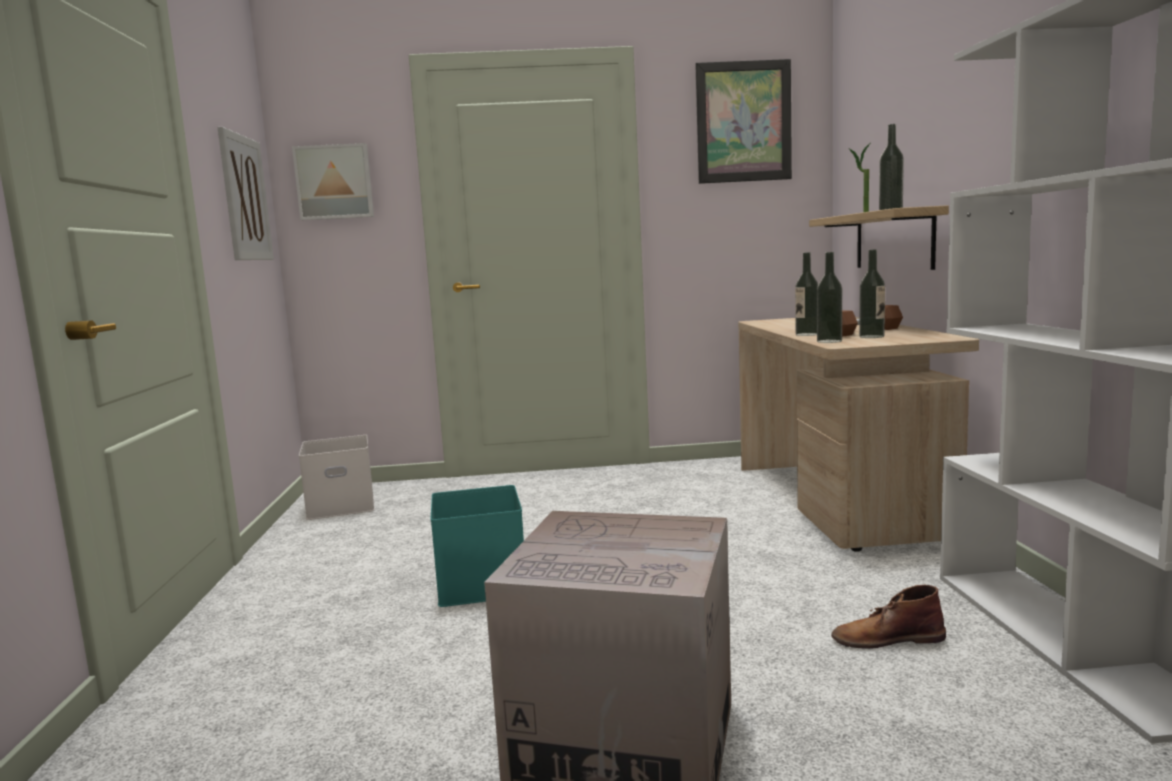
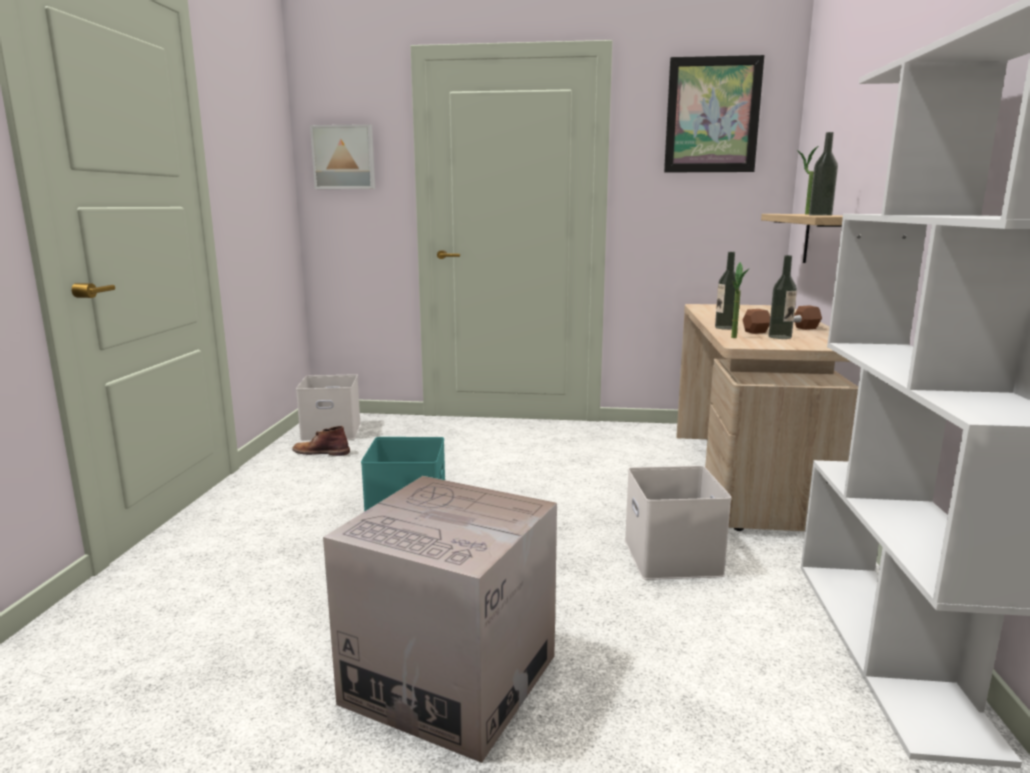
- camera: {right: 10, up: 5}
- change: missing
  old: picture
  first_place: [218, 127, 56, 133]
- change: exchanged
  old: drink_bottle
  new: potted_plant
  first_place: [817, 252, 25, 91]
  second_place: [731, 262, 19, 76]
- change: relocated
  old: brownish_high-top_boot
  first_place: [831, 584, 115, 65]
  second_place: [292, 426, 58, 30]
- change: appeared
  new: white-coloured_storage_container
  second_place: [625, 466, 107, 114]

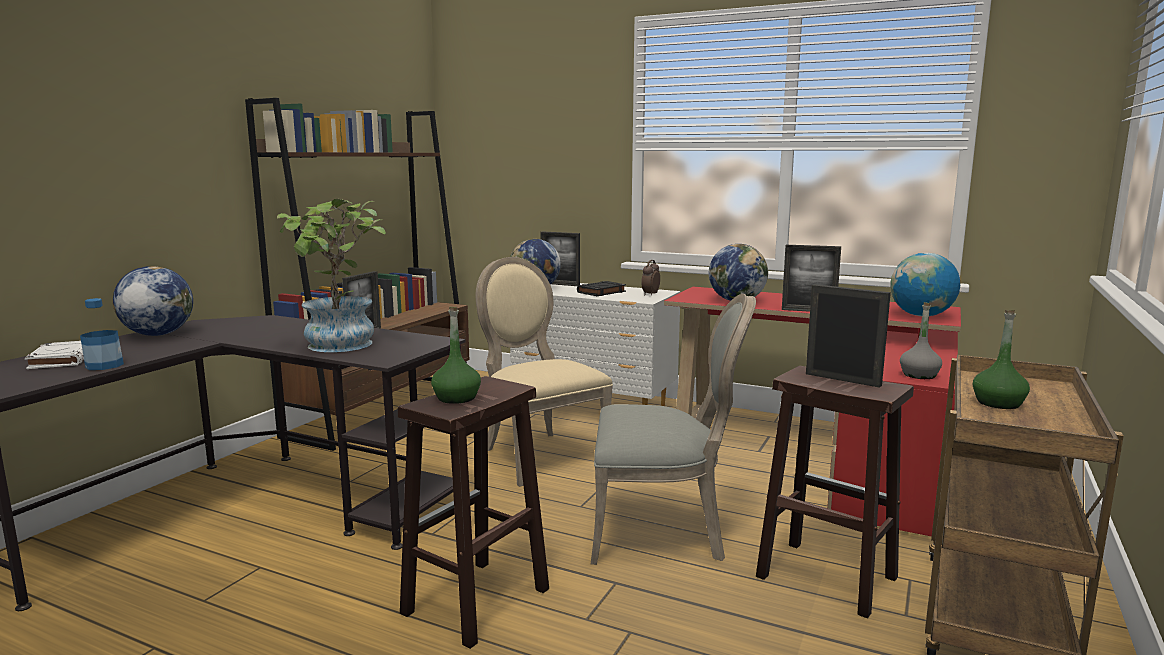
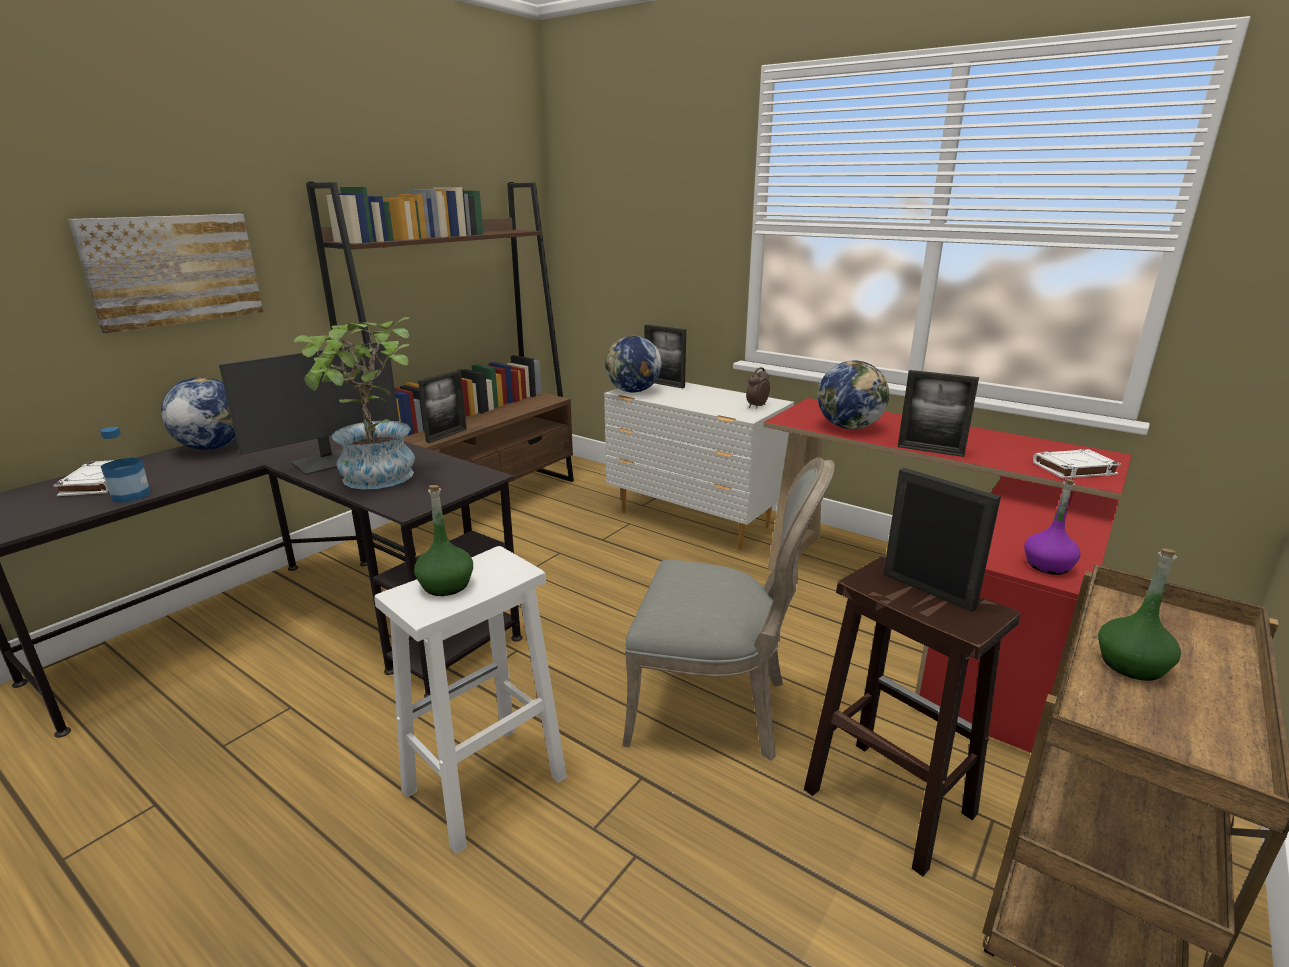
- camera: {right: 10, up: 10}
- change: colour
  old: brownish_stool_seat
  new: white-coloured_stool_seat
  first_place: [398, 376, 151, 273]
  second_place: [374, 546, 193, 309]
- change: missing
  old: beige-coloured_upright_chair
  first_place: [475, 257, 138, 230]
- change: missing
  old: black-coloured_volume
  first_place: [577, 281, 49, 15]
- change: exchanged
  old: world_globe
  new: white-coloured_volume
  first_place: [890, 253, 70, 63]
  second_place: [1033, 449, 88, 29]
- change: colour
  old: greyish_drink_bottle
  new: purple-coloured_drink_bottle
  first_place: [900, 302, 42, 77]
  second_place: [1024, 478, 57, 97]
- change: appeared
  new: picture
  second_place: [68, 214, 195, 120]
- change: appeared
  new: computer_screen
  second_place: [219, 341, 180, 134]

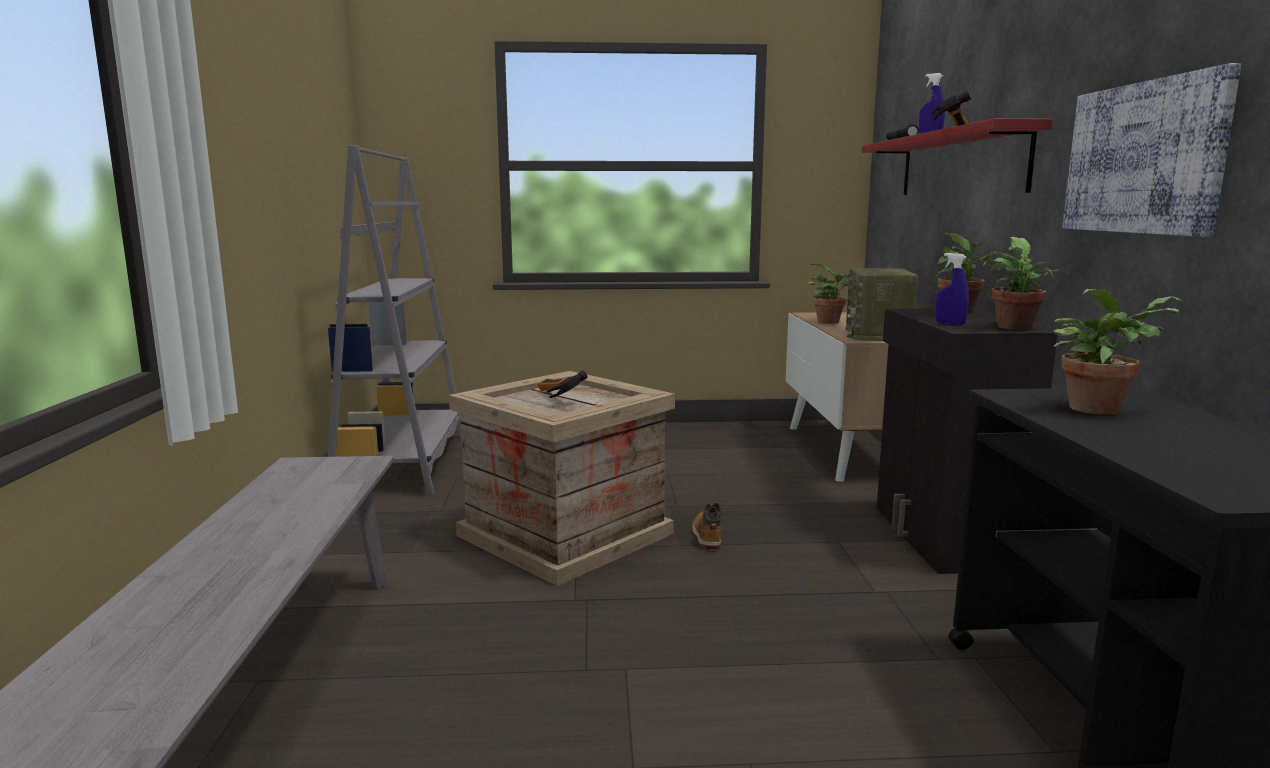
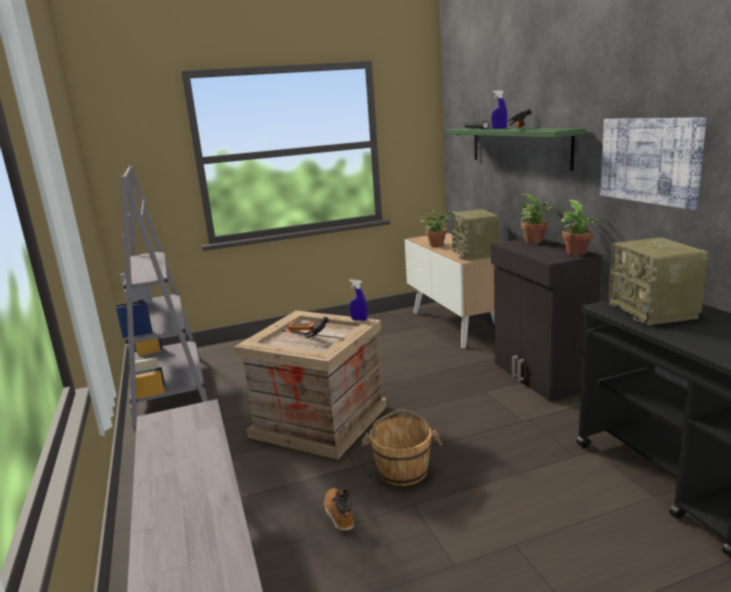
- camera: {right: -15, up: 5}
- change: relocated
  old: high-top_boot
  first_place: [692, 503, 30, 46]
  second_place: [325, 488, 29, 45]
- change: colour
  old: red-coloured_wall_shelf
  new: greenish_wall_shelf
  first_place: [862, 118, 191, 77]
  second_place: [446, 128, 139, 42]
- change: relocated
  old: blue_spray_bottle
  first_place: [936, 253, 33, 73]
  second_place: [349, 280, 18, 41]
- change: exchanged
  old: potted_plant
  new: radio_set
  first_place: [1054, 289, 128, 126]
  second_place: [608, 237, 101, 88]
- change: appeared
  new: brownish_water_bucket
  second_place: [361, 409, 82, 77]

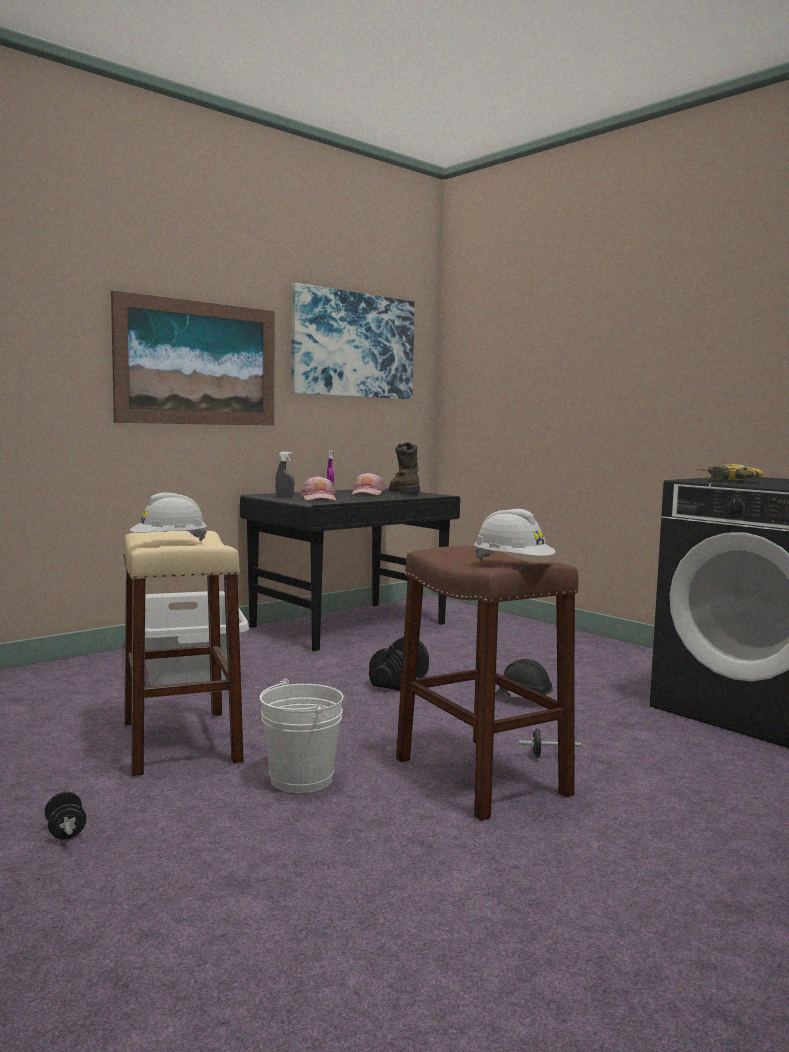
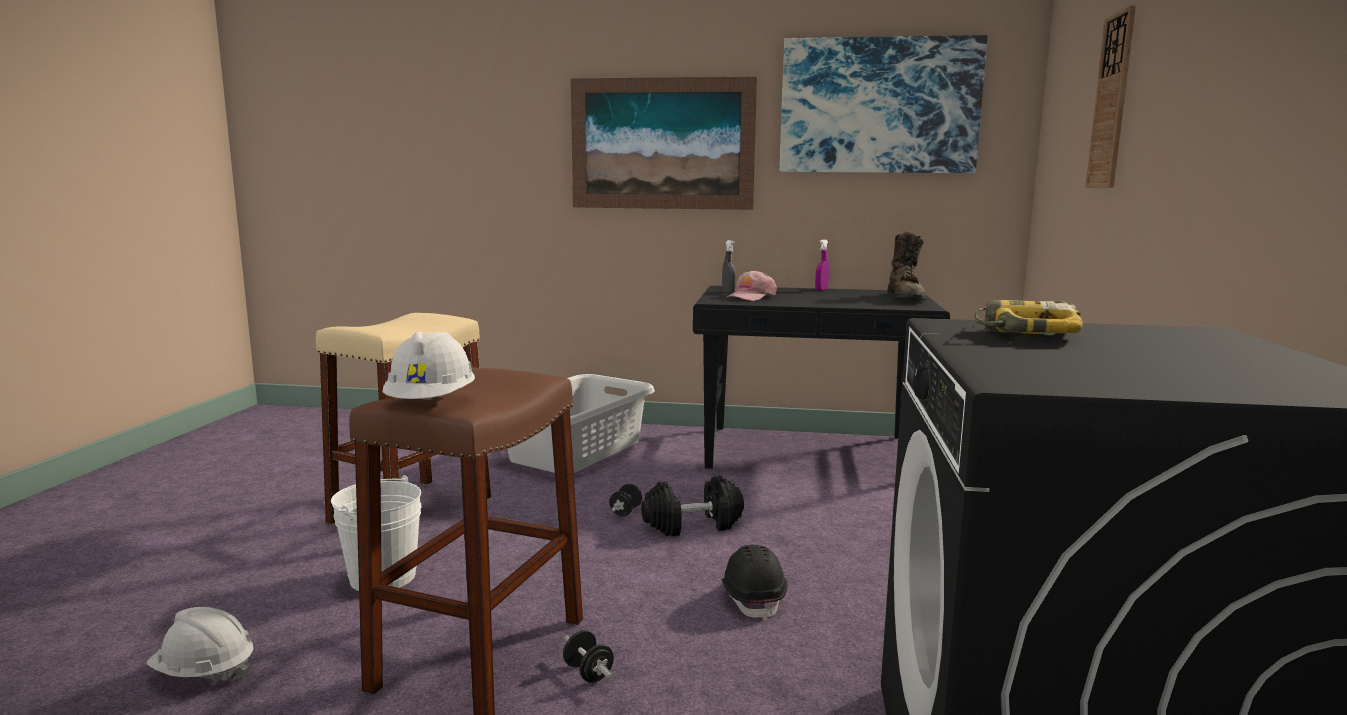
- camera: {right: 50, up: 5}
- change: relocated
  old: black-coloured_dumbbell
  first_place: [45, 792, 41, 47]
  second_place: [609, 484, 33, 32]
- change: relocated
  old: white-coloured_work_helmet
  first_place: [130, 492, 77, 49]
  second_place: [147, 607, 106, 73]
- change: missing
  old: pink_peaked_cap
  first_place: [352, 472, 34, 23]
- change: spun
  old: brownish_high-top_boot
  first_place: [389, 442, 31, 52]
  second_place: [887, 232, 39, 69]
  degrees: 150
- change: appeared
  new: wall_clock
  second_place: [1086, 5, 50, 183]

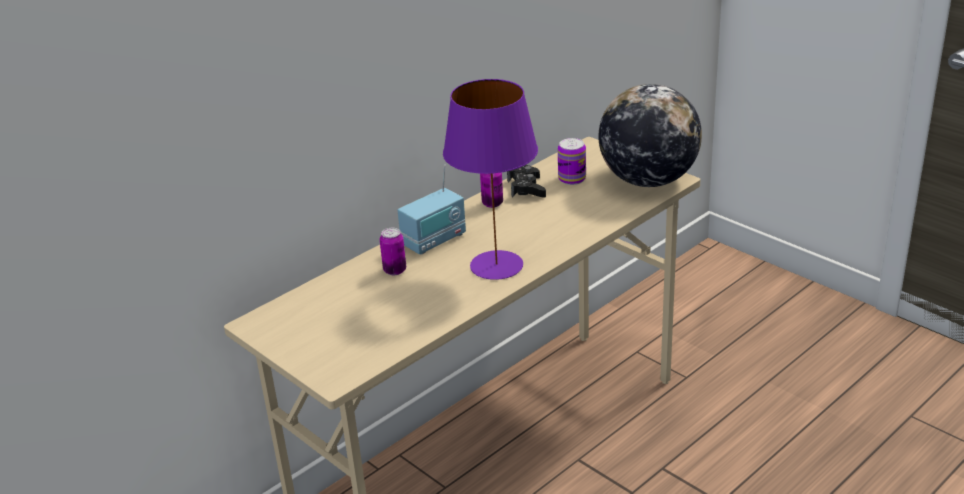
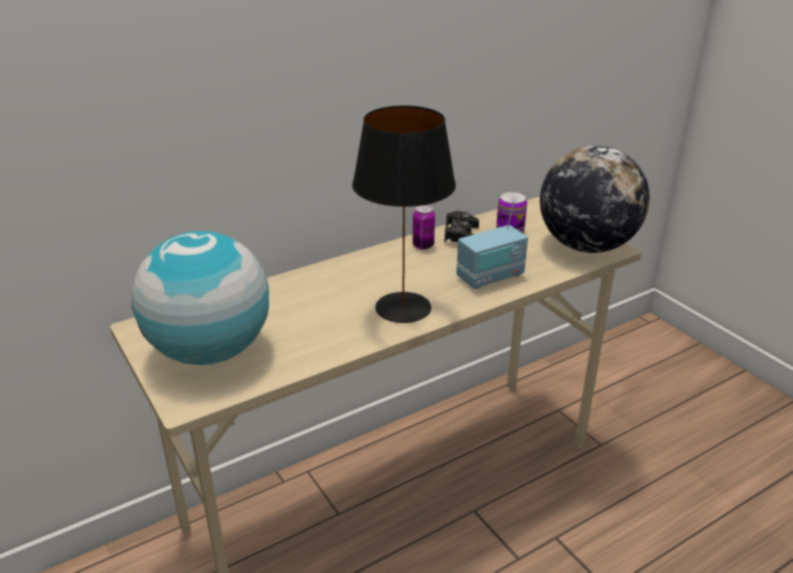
- camera: {right: 10, up: 0}
- change: missing
  old: metal_can
  first_place: [380, 228, 26, 47]
- change: relocated
  old: radio_set
  first_place: [398, 165, 68, 90]
  second_place: [456, 201, 72, 88]
- change: colour
  old: purple-coloured_table_lamp
  new: black-coloured_table_lamp
  first_place: [443, 79, 95, 201]
  second_place: [352, 105, 104, 218]
- change: appeared
  new: world_globe
  second_place: [131, 231, 138, 134]

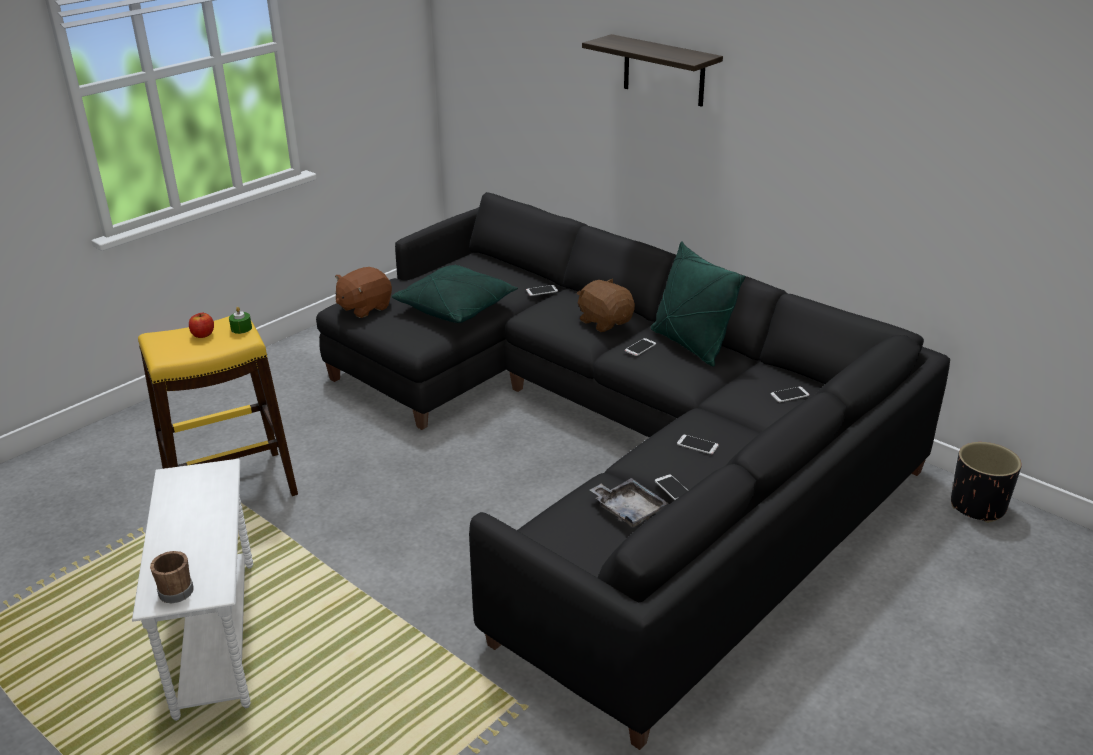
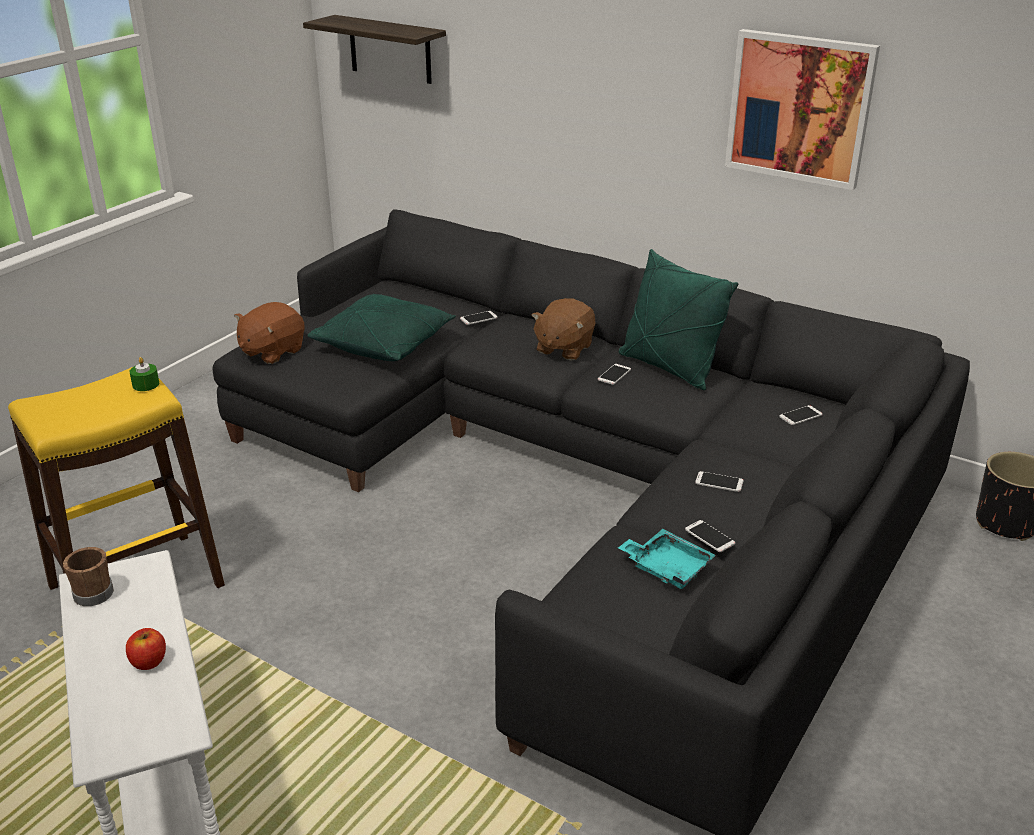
- camera: {right: -10, up: 0}
- change: relocated
  old: brownish_coffee_mug
  first_place: [150, 551, 44, 52]
  second_place: [63, 547, 51, 59]
- change: relocated
  old: apple
  first_place: [189, 313, 25, 25]
  second_place: [126, 628, 40, 42]
- change: spun
  old: brownish_cuddly_toy
  first_place: [576, 278, 59, 54]
  second_place: [532, 298, 63, 63]
  degrees: -105
- change: relocated
  old: wall_shelf
  first_place: [582, 34, 141, 73]
  second_place: [303, 15, 143, 69]
- change: colour
  old: greyish_serving_tray
  new: blue-green_serving_tray
  first_place: [590, 478, 78, 49]
  second_place: [618, 529, 98, 60]
- change: appeared
  new: picture
  second_place: [725, 29, 155, 161]

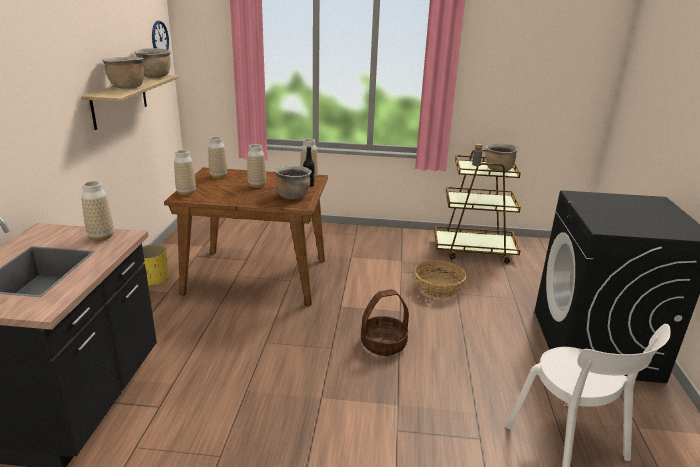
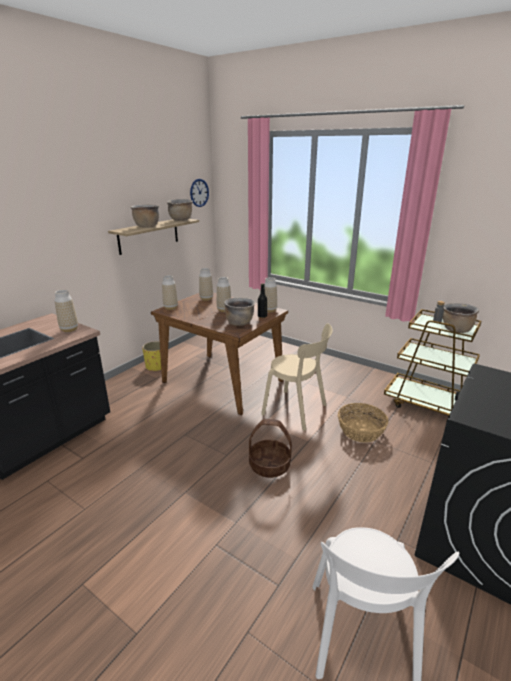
- camera: {right: 30, up: 0}
- change: appeared
  new: beige-coloured_upright_chair
  second_place: [261, 323, 72, 108]

